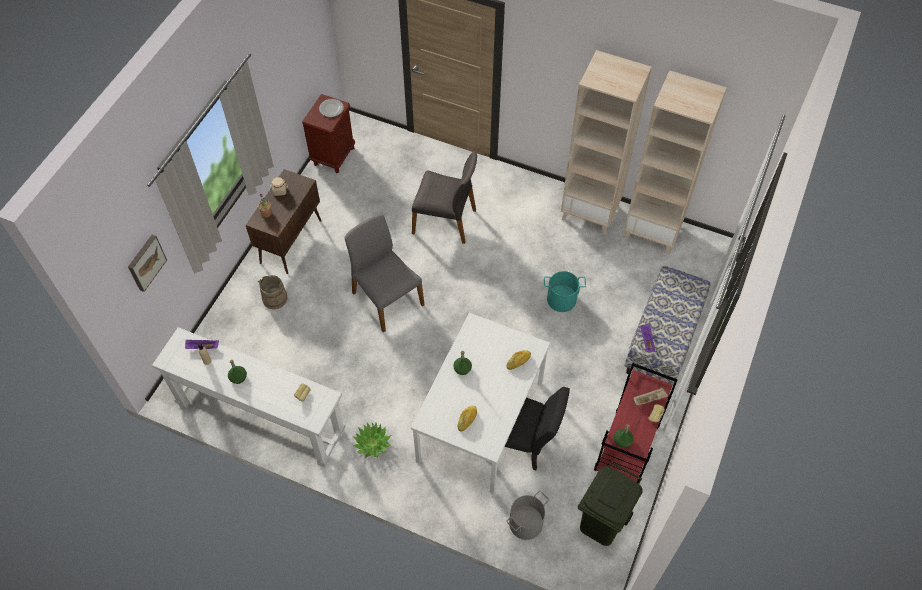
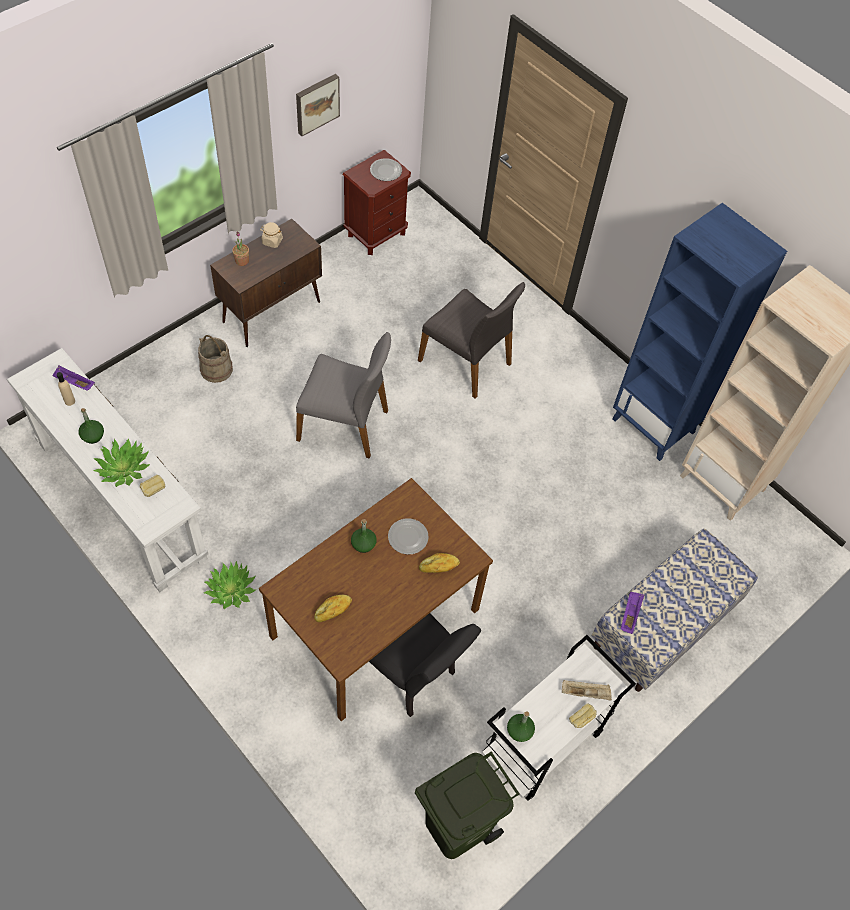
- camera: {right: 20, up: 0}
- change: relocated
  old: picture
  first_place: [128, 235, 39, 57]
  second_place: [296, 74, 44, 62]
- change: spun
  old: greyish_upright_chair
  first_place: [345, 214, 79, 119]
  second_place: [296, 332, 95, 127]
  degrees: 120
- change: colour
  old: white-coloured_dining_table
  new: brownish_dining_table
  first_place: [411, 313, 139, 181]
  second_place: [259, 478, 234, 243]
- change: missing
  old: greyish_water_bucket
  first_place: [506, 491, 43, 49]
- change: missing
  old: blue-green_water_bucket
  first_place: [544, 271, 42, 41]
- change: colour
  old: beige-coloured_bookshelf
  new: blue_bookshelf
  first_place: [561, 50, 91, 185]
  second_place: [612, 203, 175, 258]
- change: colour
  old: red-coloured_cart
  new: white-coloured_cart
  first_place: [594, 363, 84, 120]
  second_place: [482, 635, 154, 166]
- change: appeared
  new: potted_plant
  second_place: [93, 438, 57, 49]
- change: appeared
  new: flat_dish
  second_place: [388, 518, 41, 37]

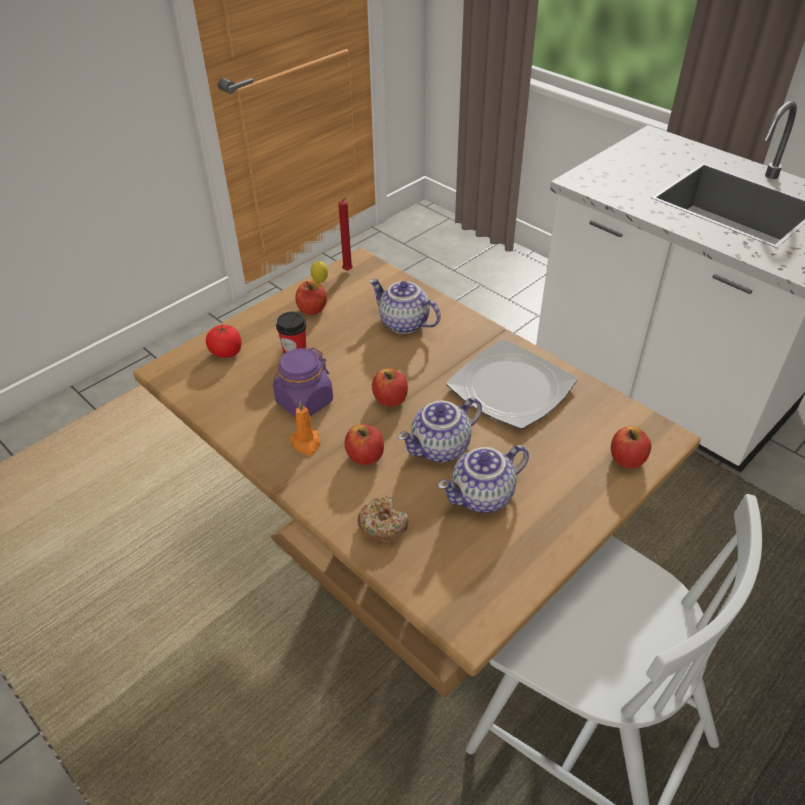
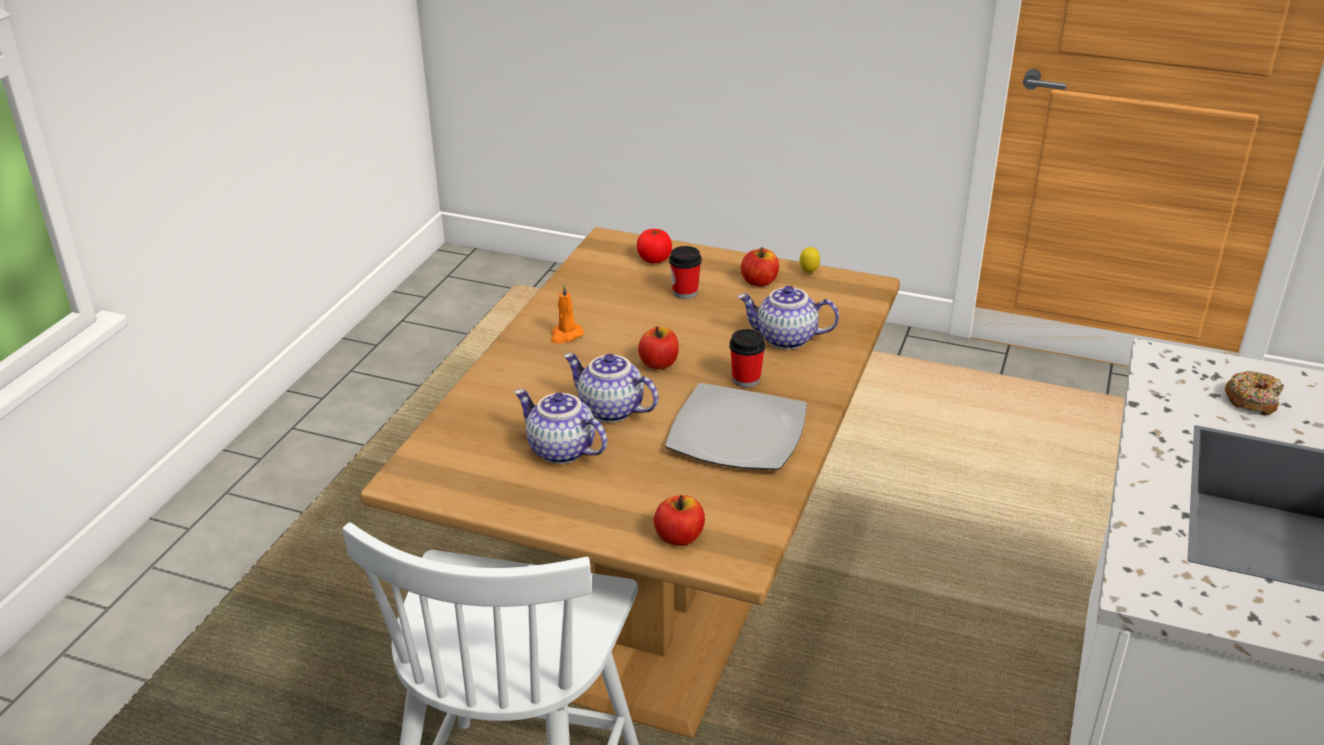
- camera: {right: 65, up: -10}
- change: missing
  old: purple-coloured_jar
  first_place: [272, 347, 61, 70]
- change: missing
  old: red-coloured_candle
  first_place: [338, 198, 15, 73]
- change: missing
  old: apple
  first_place: [344, 424, 40, 41]
- change: relocated
  old: donut
  first_place: [358, 496, 50, 48]
  second_place: [1224, 371, 60, 44]
- change: spun
  old: tea_pot
  first_place: [369, 279, 72, 55]
  second_place: [737, 286, 102, 64]
  degrees: -90
- change: appeared
  new: cup
  second_place: [729, 329, 37, 59]

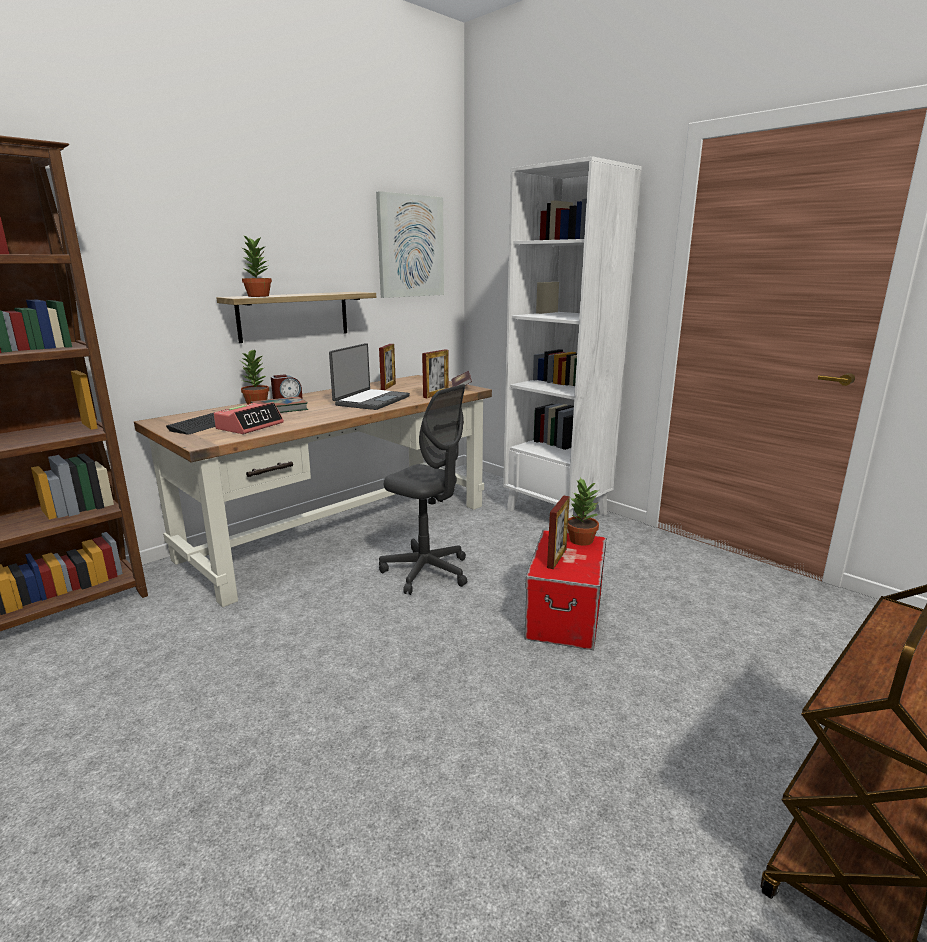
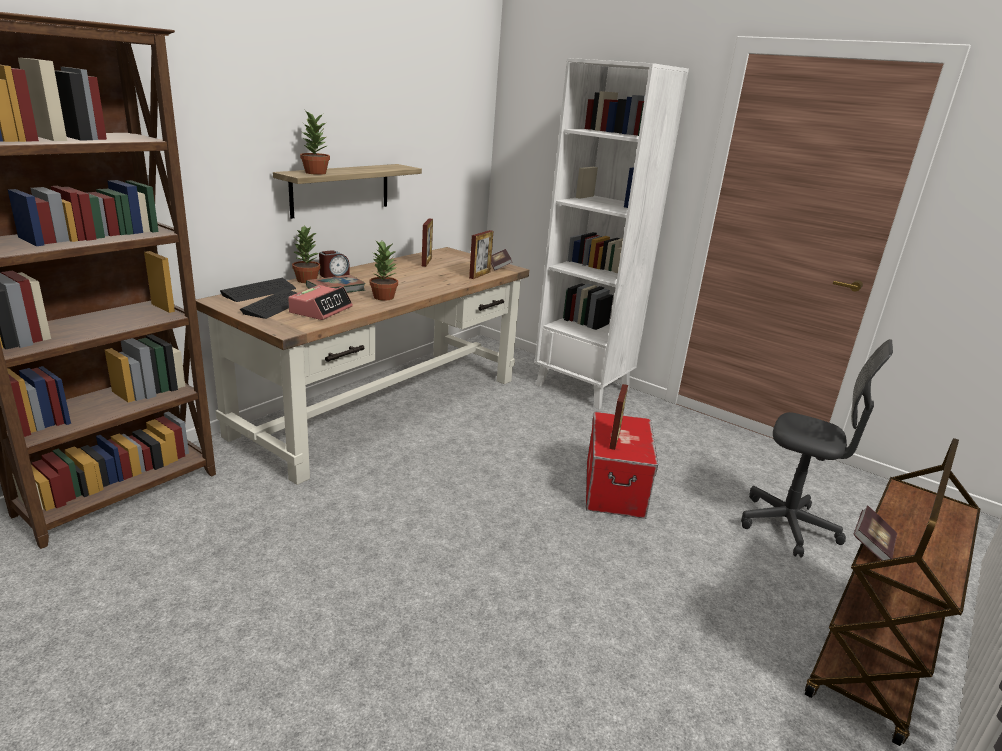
- camera: {right: -10, up: 5}
- change: missing
  old: portable_computer
  first_place: [329, 343, 81, 67]
- change: missing
  old: picture
  first_place: [376, 191, 68, 107]
- change: relocated
  old: greyish_desk_chair
  first_place: [379, 384, 88, 211]
  second_place: [741, 339, 152, 218]
- change: relocated
  old: potted_plant
  first_place: [568, 477, 32, 69]
  second_place: [370, 241, 28, 60]
- change: appeared
  new: PC_keyboard
  second_place: [220, 278, 76, 24]
- change: appeared
  new: volume
  second_place: [854, 505, 43, 56]

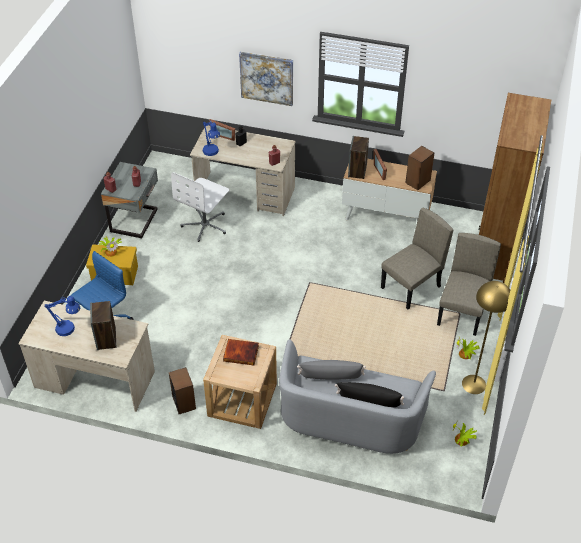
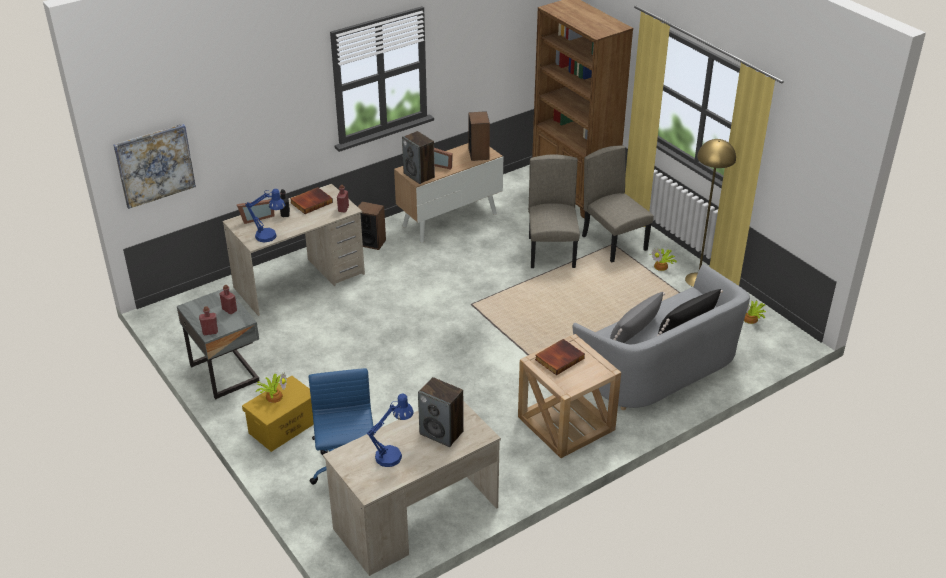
- camera: {right: -50, up: -10}
- change: relocated
  old: loudspeaker
  first_place: [169, 367, 27, 47]
  second_place: [358, 201, 28, 49]
- change: missing
  old: white-coloured_desk_chair
  first_place: [171, 172, 58, 70]
- change: relocated
  old: picture
  first_place: [239, 51, 54, 55]
  second_place: [113, 124, 83, 85]
- change: appeared
  new: volume
  second_place: [290, 187, 43, 27]

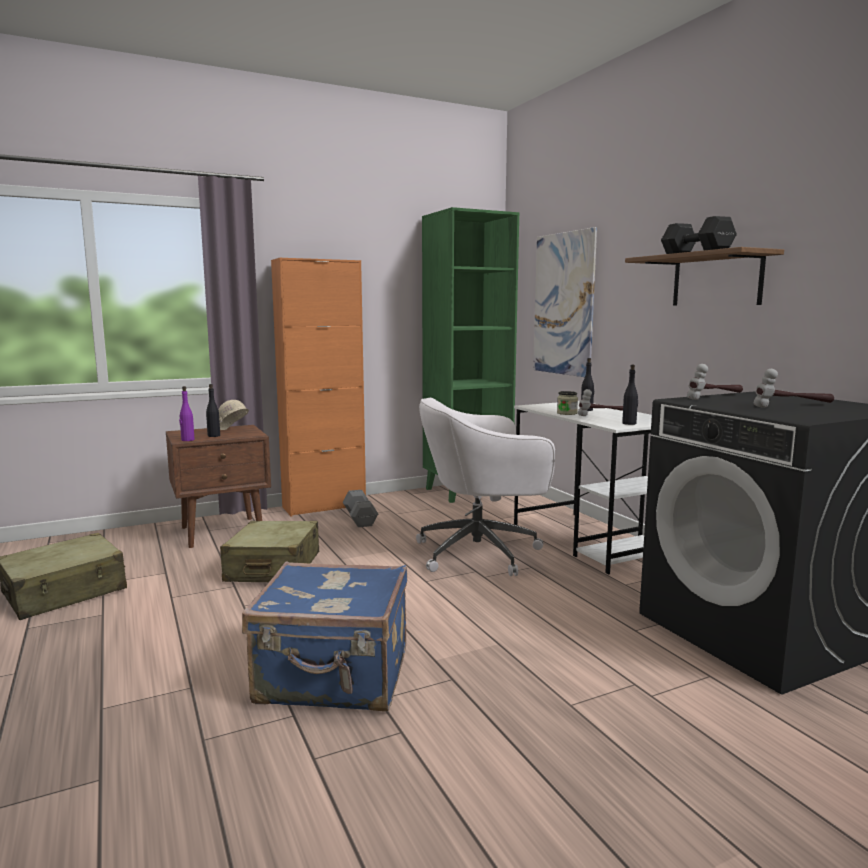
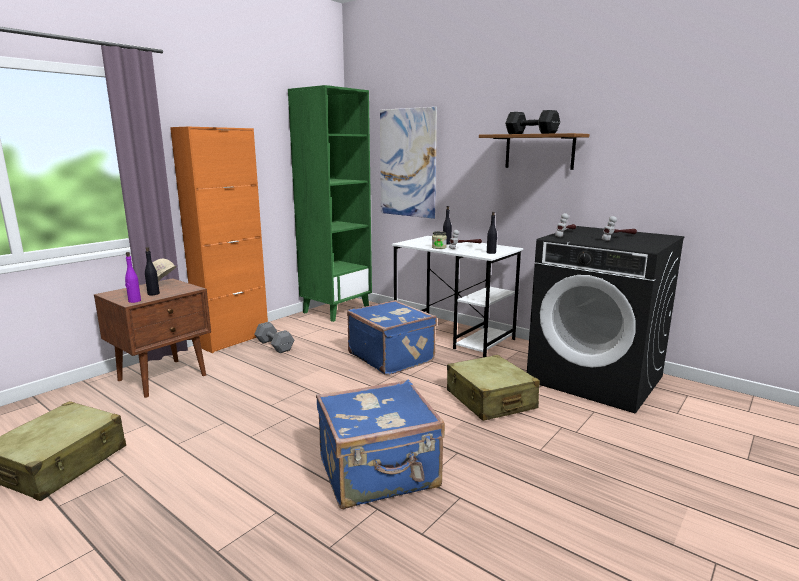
- camera: {right: -25, up: 5}
- change: relocated
  old: beige-coloured_suitcase
  first_place: [220, 521, 99, 61]
  second_place: [447, 355, 93, 66]
- change: exchanged
  old: white-coloured_desk_chair
  new: blue_suitcase
  first_place: [416, 398, 139, 178]
  second_place: [347, 300, 90, 75]

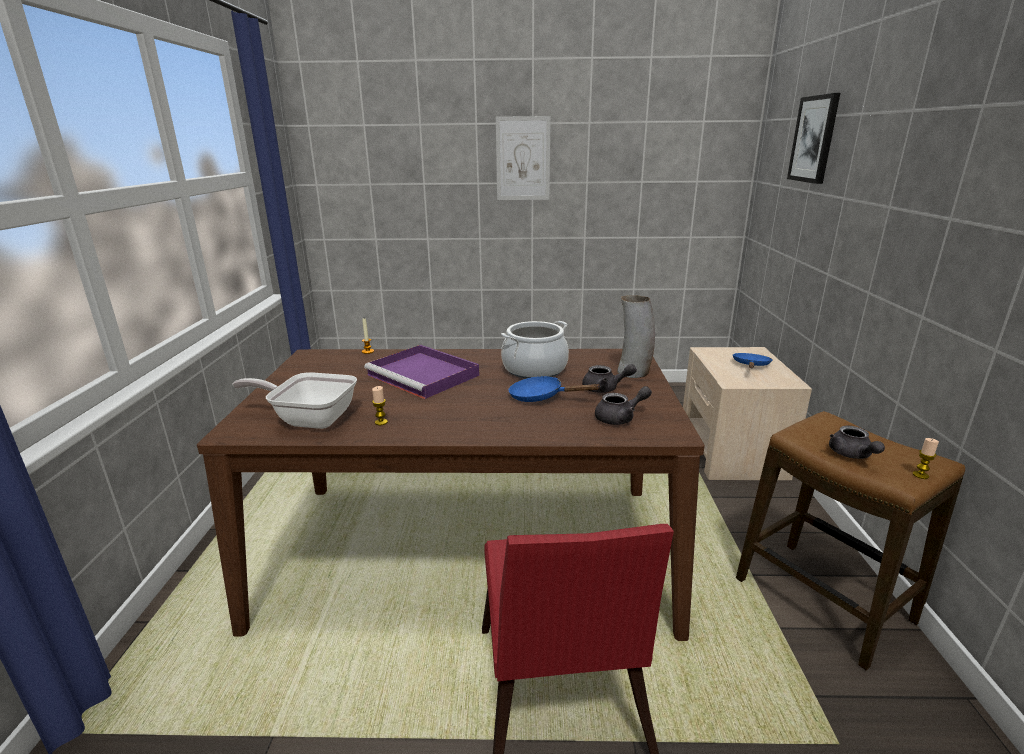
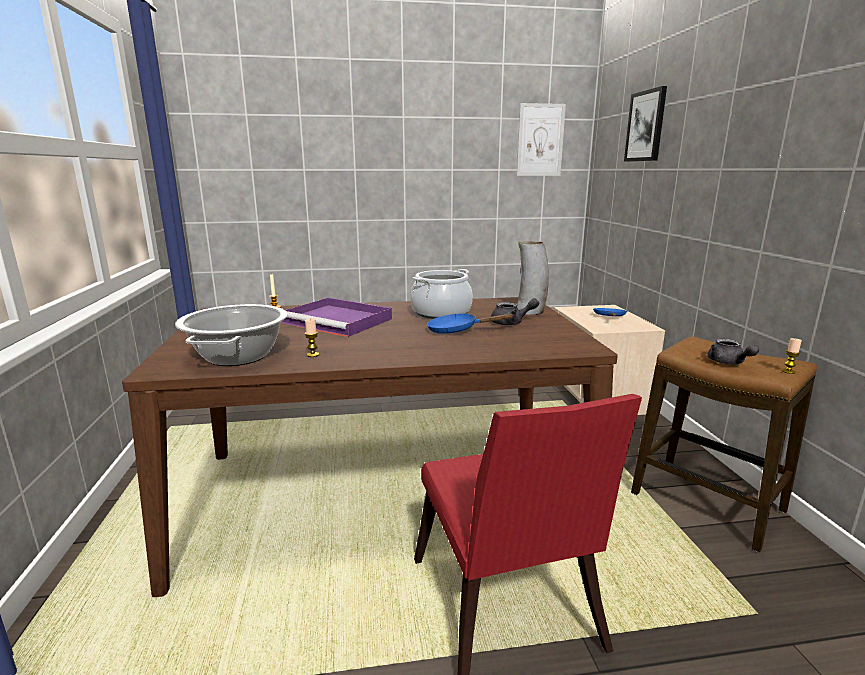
- camera: {right: -10, up: -5}
- change: exchanged
  old: skillet
  new: stockpot
  first_place: [232, 372, 125, 57]
  second_place: [175, 304, 112, 62]
- change: relocated
  old: picture
  first_place: [496, 116, 55, 84]
  second_place: [517, 103, 49, 73]
- change: missing
  old: greyish_tea_pot
  first_place: [595, 386, 57, 39]

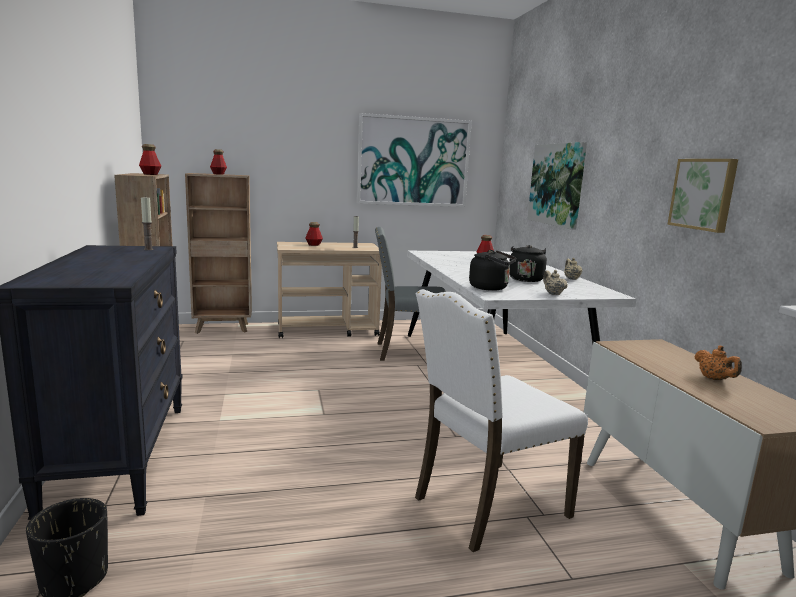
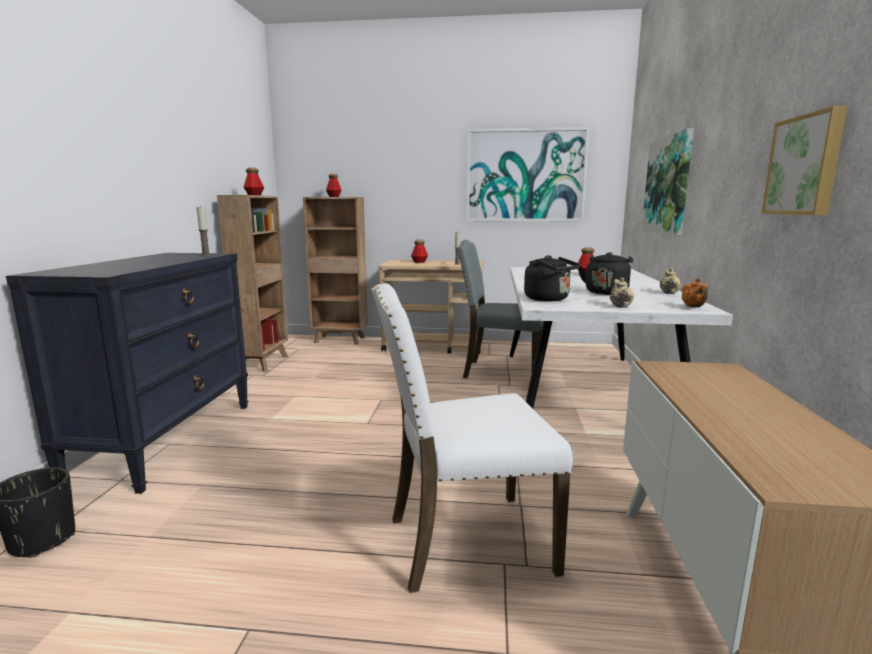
- camera: {right: 20, up: 0}
- change: relocated
  old: orange-coloured_tea_pot
  first_place: [694, 346, 48, 34]
  second_place: [682, 278, 26, 29]

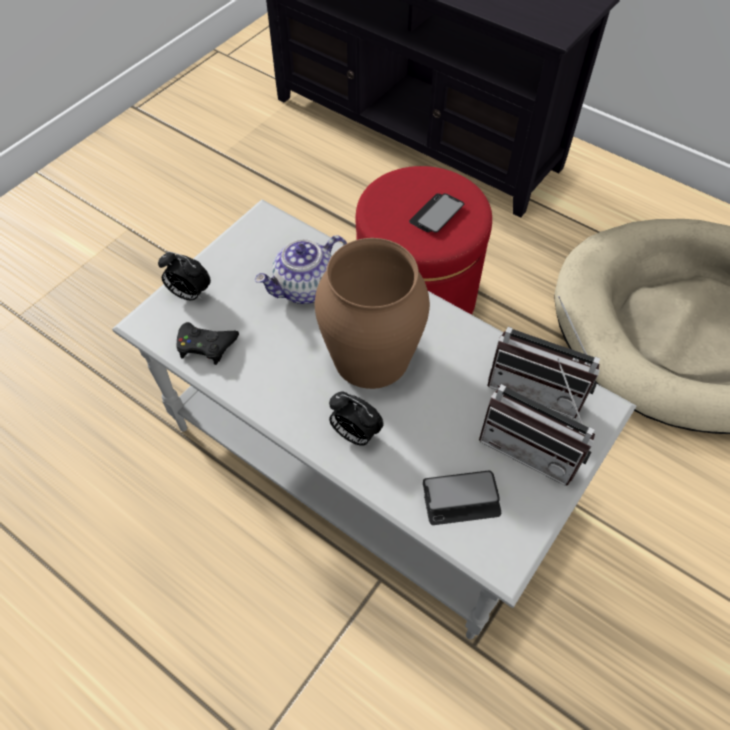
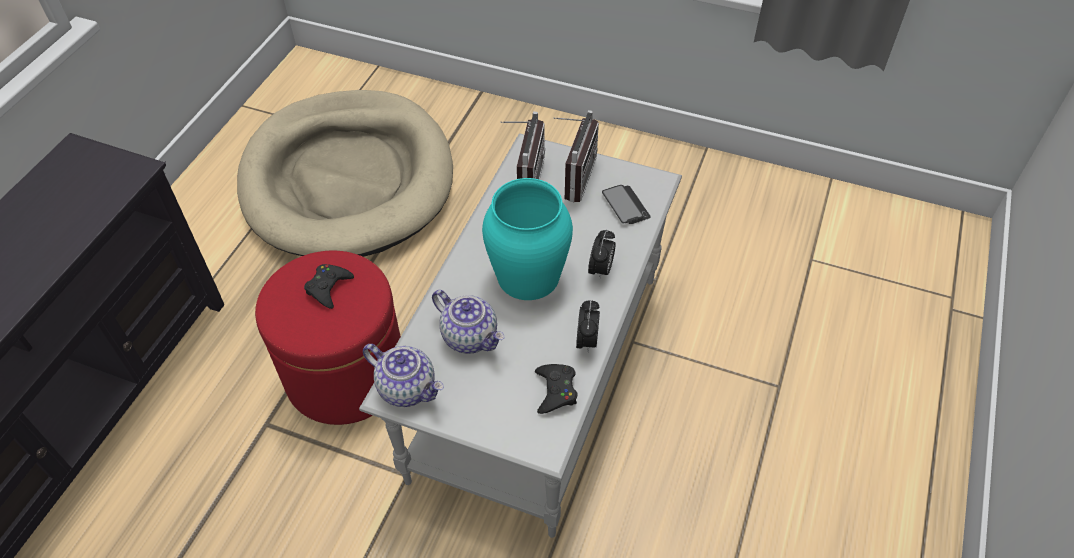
- camera: {right: -105, up: -5}
- change: relocated
  old: alarm_clock
  first_place: [158, 251, 53, 50]
  second_place: [576, 300, 24, 52]
- change: colour
  old: brownish_vase
  new: blue-green_vase
  first_place: [315, 238, 115, 151]
  second_place: [482, 178, 91, 122]
- change: exchanged
  old: phone
  new: black-coloured_gamepad
  first_place: [409, 193, 55, 40]
  second_place: [304, 264, 50, 45]
- change: appeared
  new: tea_pot
  second_place: [363, 344, 81, 63]

